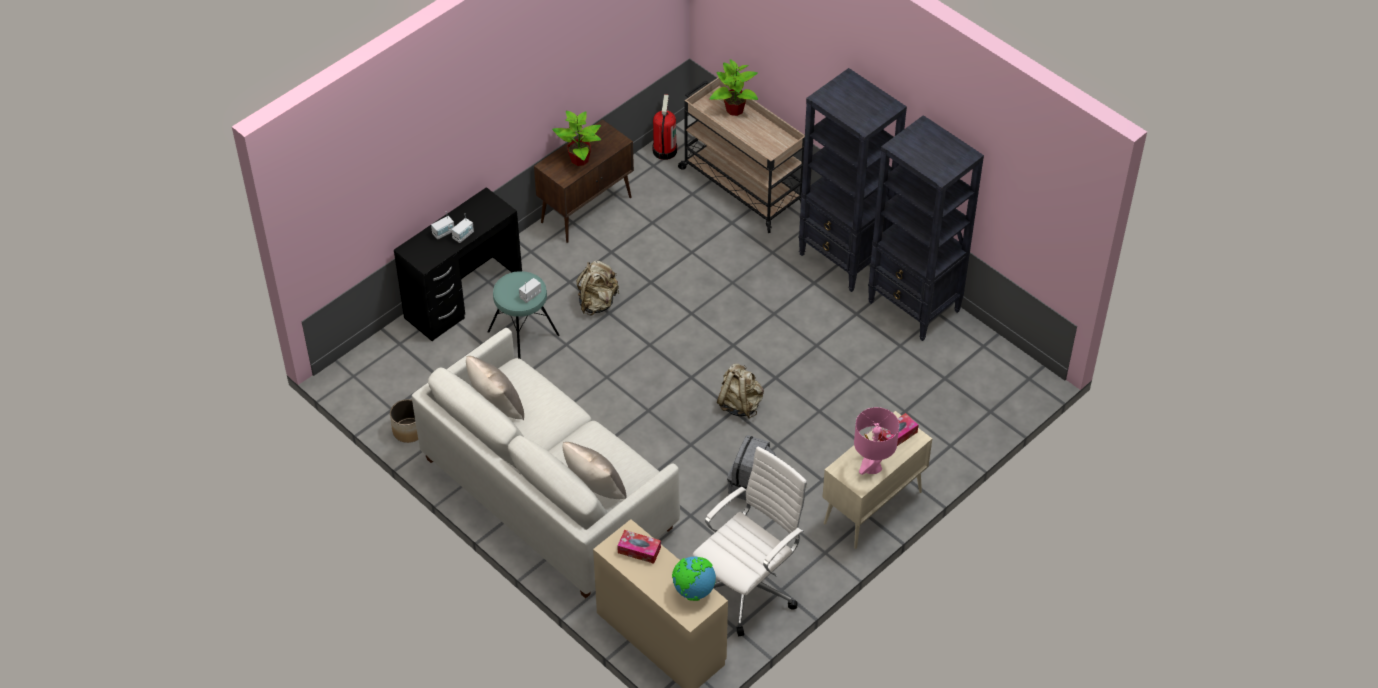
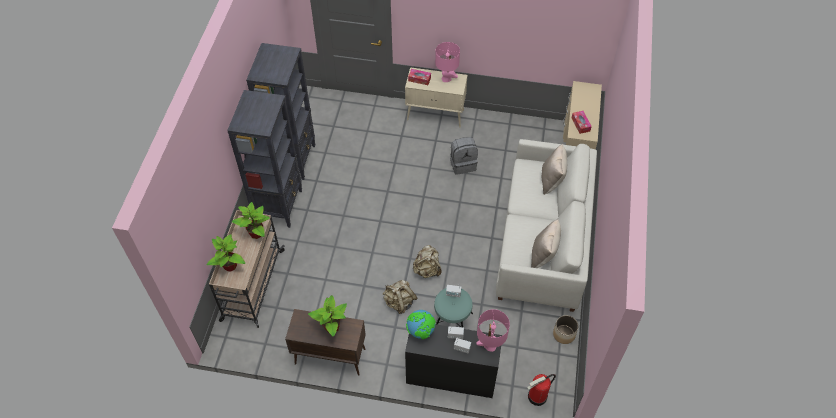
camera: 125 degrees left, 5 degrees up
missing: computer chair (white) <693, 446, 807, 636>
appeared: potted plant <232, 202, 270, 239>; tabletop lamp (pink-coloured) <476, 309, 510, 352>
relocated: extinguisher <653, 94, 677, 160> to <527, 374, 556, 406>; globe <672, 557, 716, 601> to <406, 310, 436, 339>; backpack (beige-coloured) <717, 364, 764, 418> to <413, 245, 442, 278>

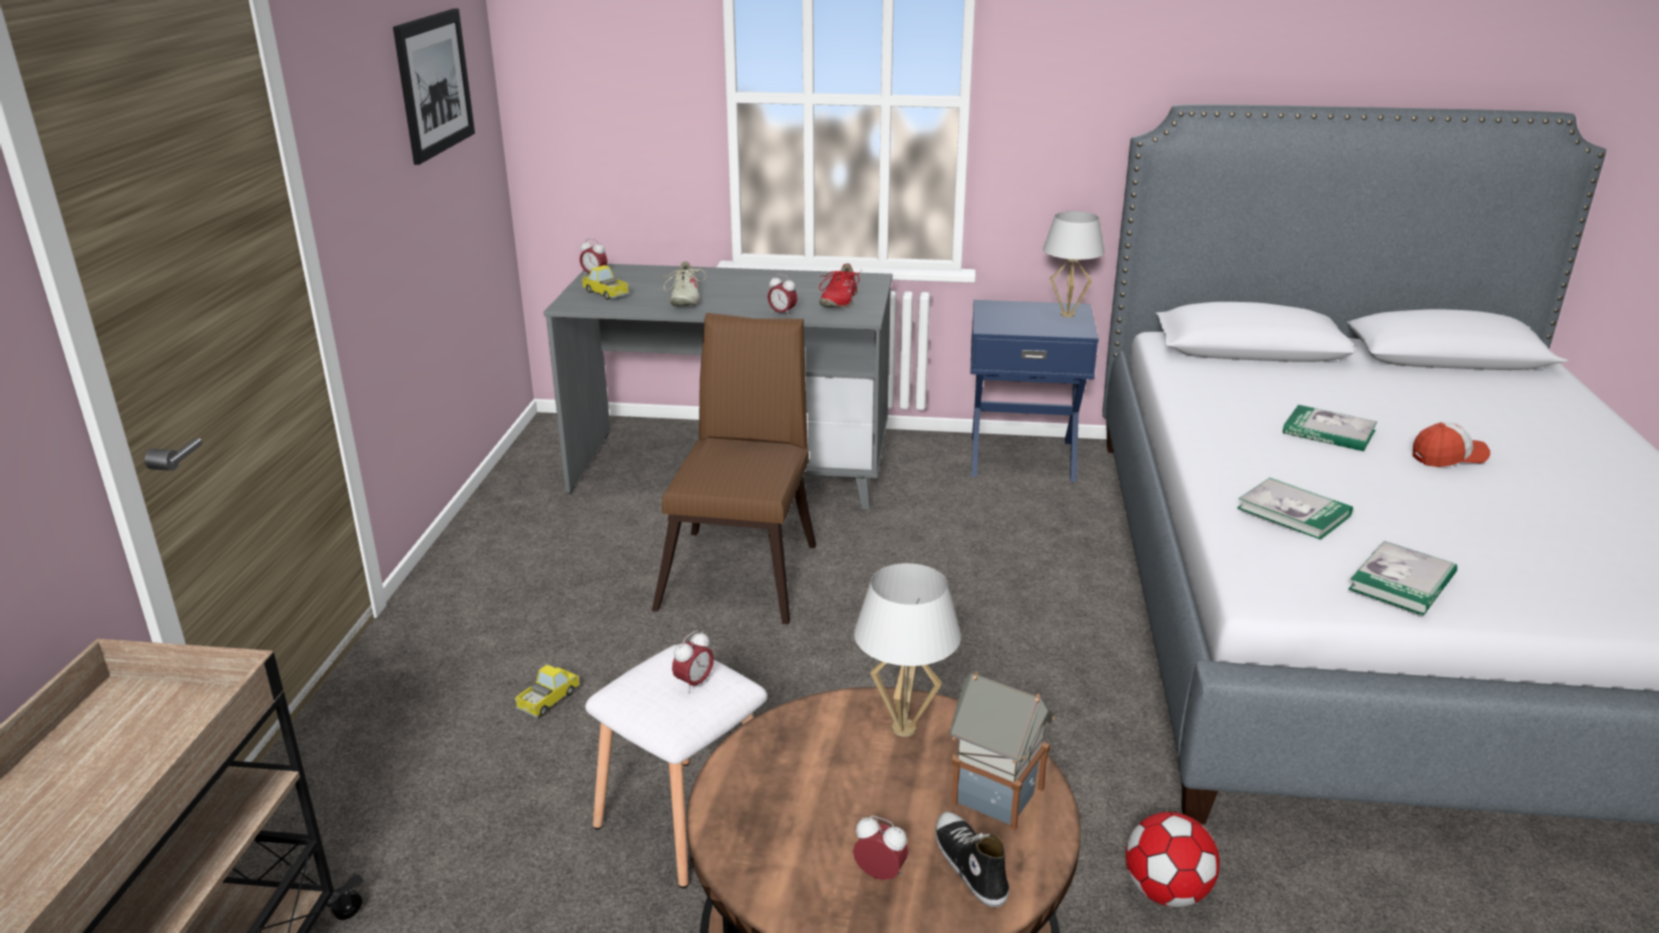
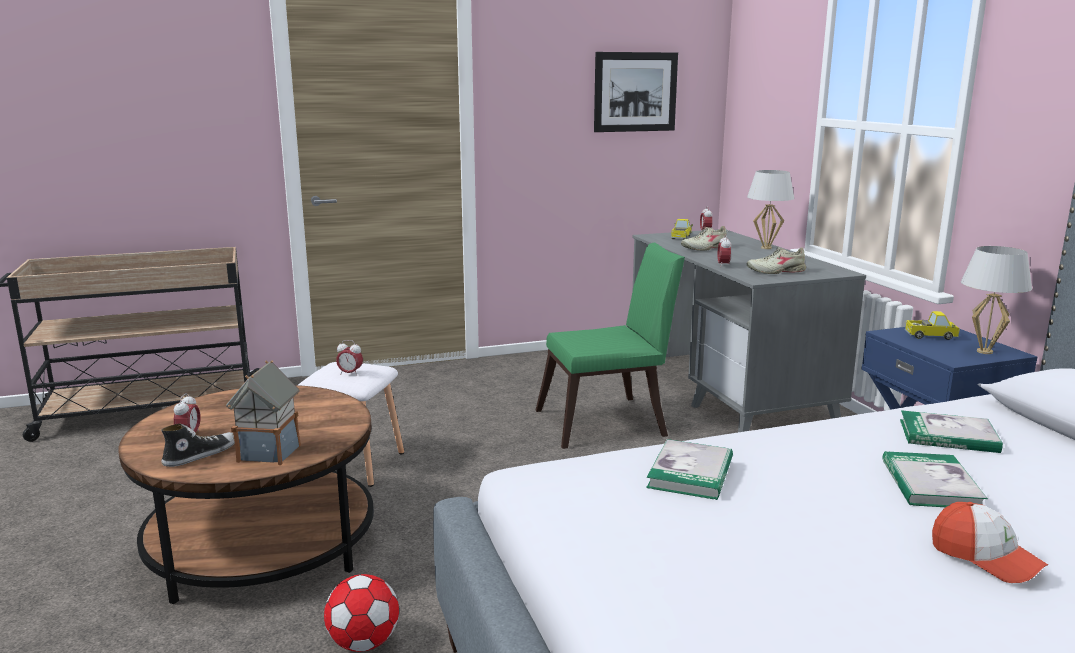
camera: 65 degrees right, 10 degrees down
relocated: toy lorry <515, 665, 580, 718> to <905, 311, 960, 340>; tabletop lamp (white) <854, 563, 961, 737> to <747, 170, 794, 249>; book <1349, 541, 1457, 615> to <900, 410, 1003, 453>
colour: chair (brown) <652, 313, 816, 624> to chair (green-coloured) <535, 243, 685, 449>; item of footwear (red-coloured) <819, 263, 862, 308> to item of footwear (beige-coloured) <746, 247, 806, 274>

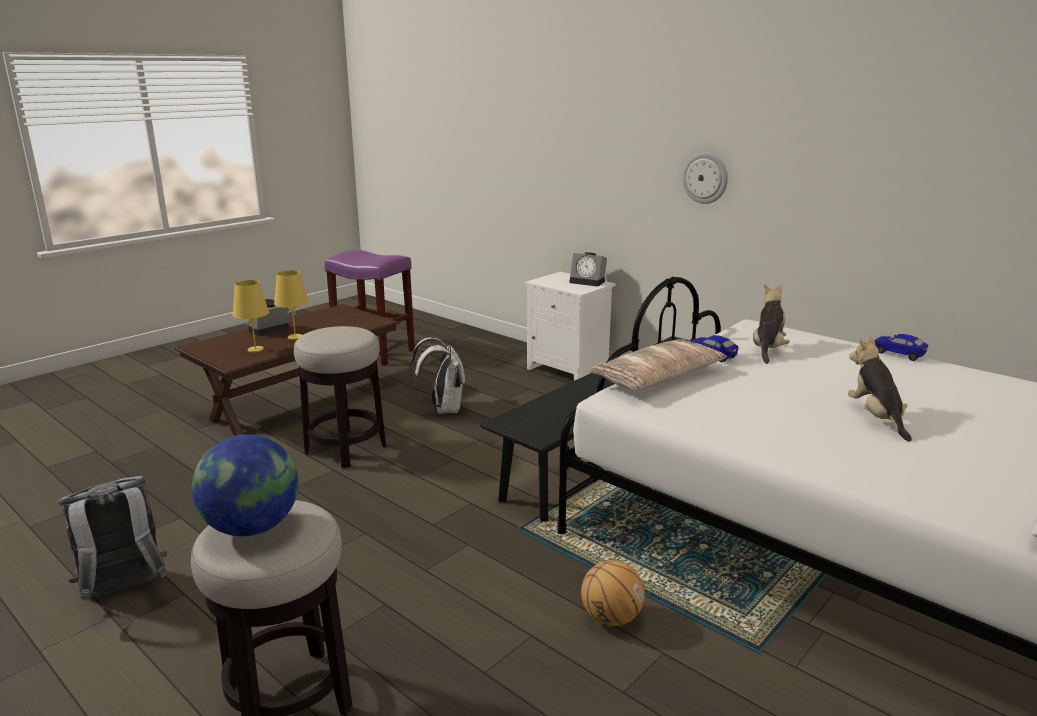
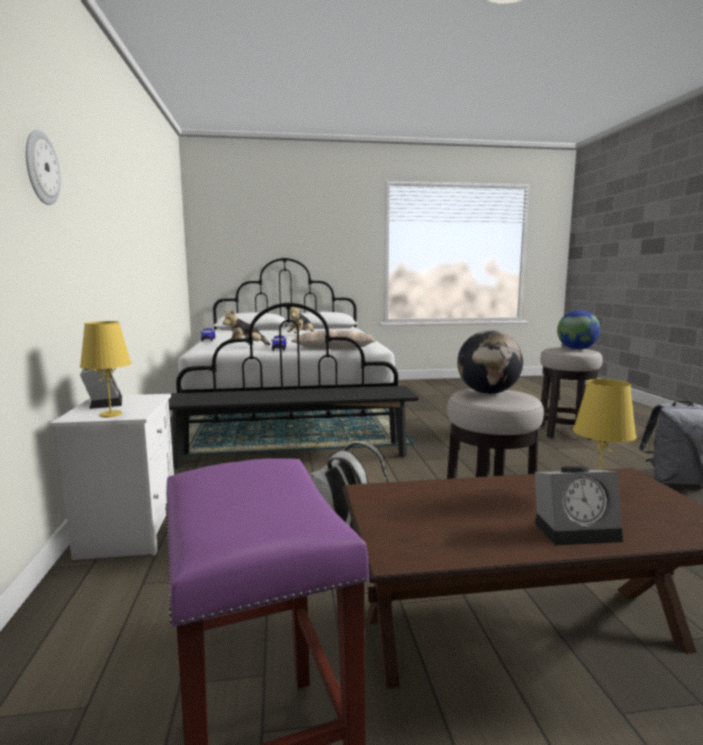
camera: 140 degrees left, 10 degrees down
missing: ball for basketball <581, 560, 645, 626>
appeared: globe <457, 330, 523, 394>
relocated: tabletop lamp (yellowish) <274, 270, 309, 340> to <80, 321, 132, 417>; wall clock <682, 152, 728, 204> to <26, 130, 60, 205>

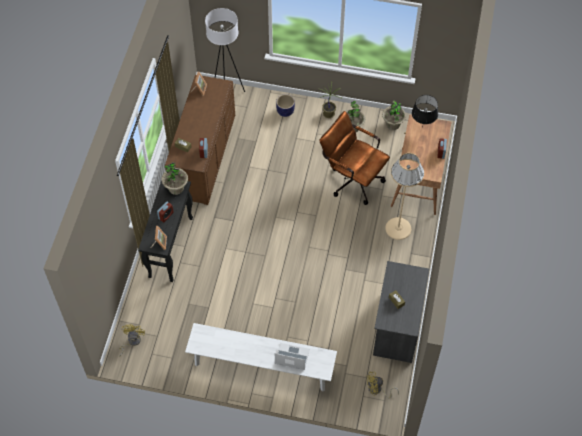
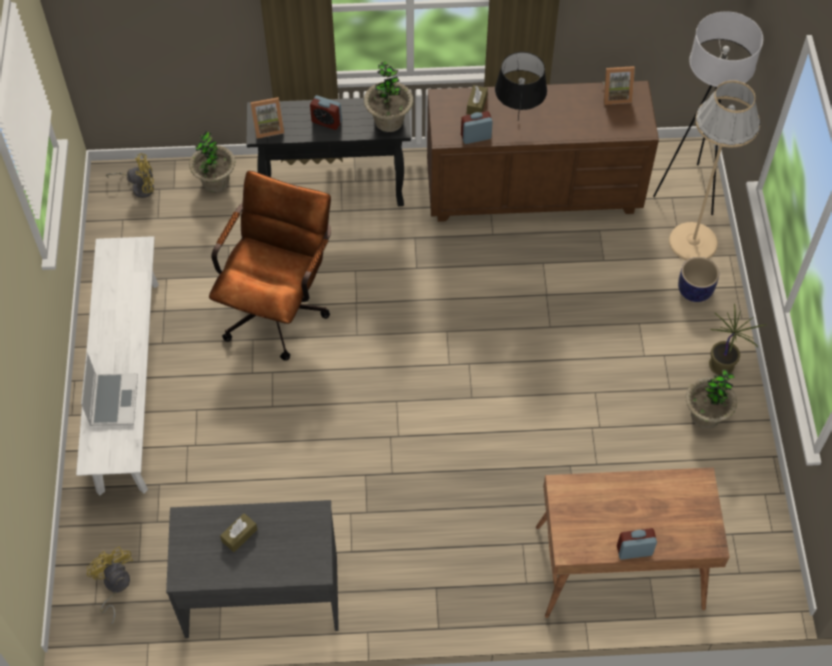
camera: 75 degrees right, 0 degrees up
relocated: computer chair (brown) <319, 111, 390, 205> to <209, 171, 331, 361>; potted plant <382, 100, 406, 130> to <189, 131, 235, 192>; standard lamp (beige-coloured) <385, 153, 424, 240> to <669, 80, 760, 261>; tabletop lamp (blackish) <412, 95, 438, 128> to <495, 52, 547, 121>

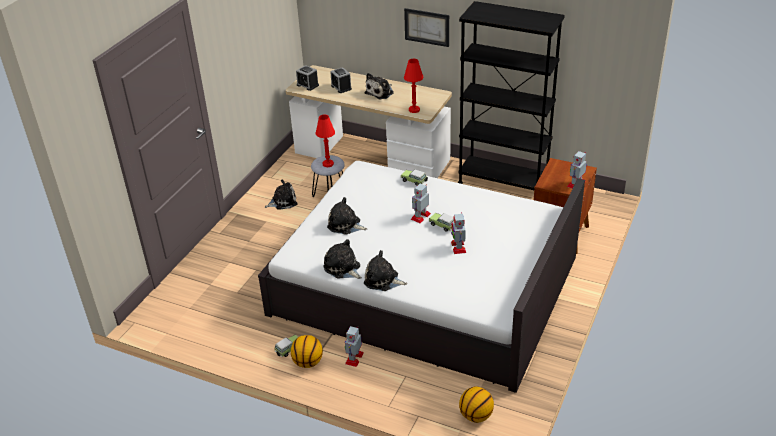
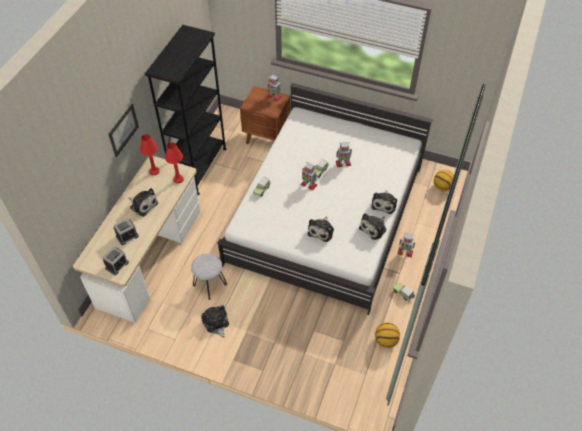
camera: 95 degrees left, 15 degrees up
relocated: ball for basketball <291, 335, 323, 368> to <375, 323, 400, 348>; tabletop lamp (red-coloured) <316, 115, 335, 167> to <140, 134, 159, 175>

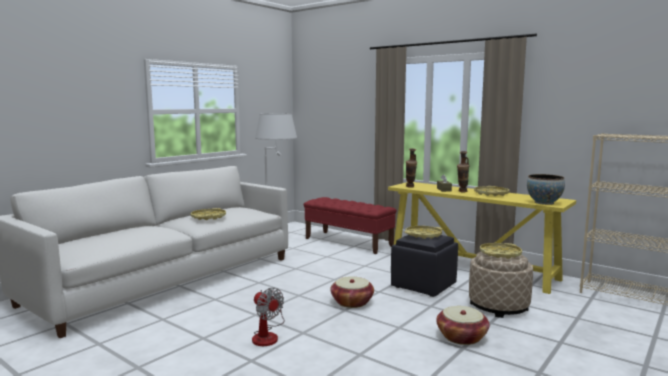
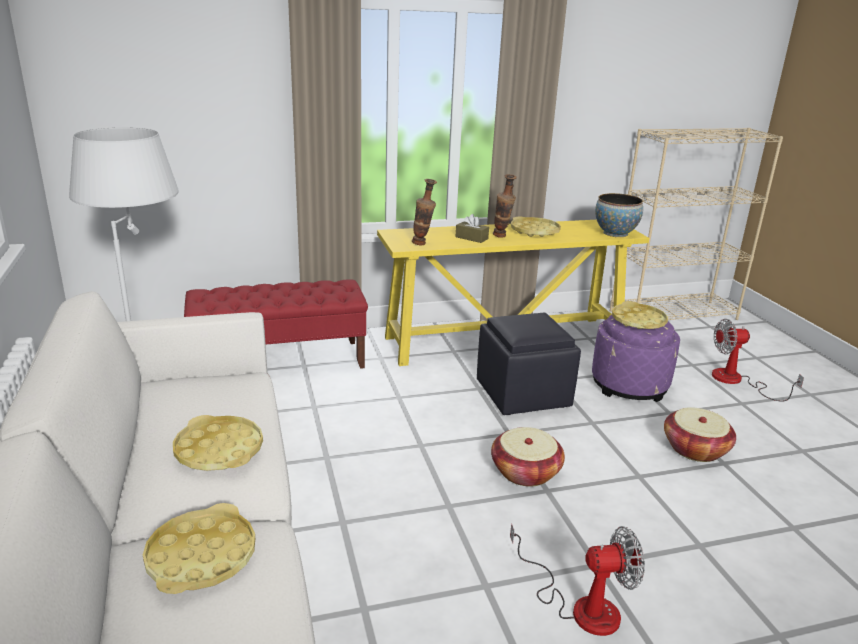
camera: 55 degrees left, 15 degrees up
appeared: cooling fan <712, 319, 804, 401>
relocated: tray (yellowish) <404, 226, 443, 239> to <143, 503, 255, 594>
colour: footrest (beige-coloured) <469, 252, 533, 318> to footrest (purple-coloured) <592, 315, 680, 402>

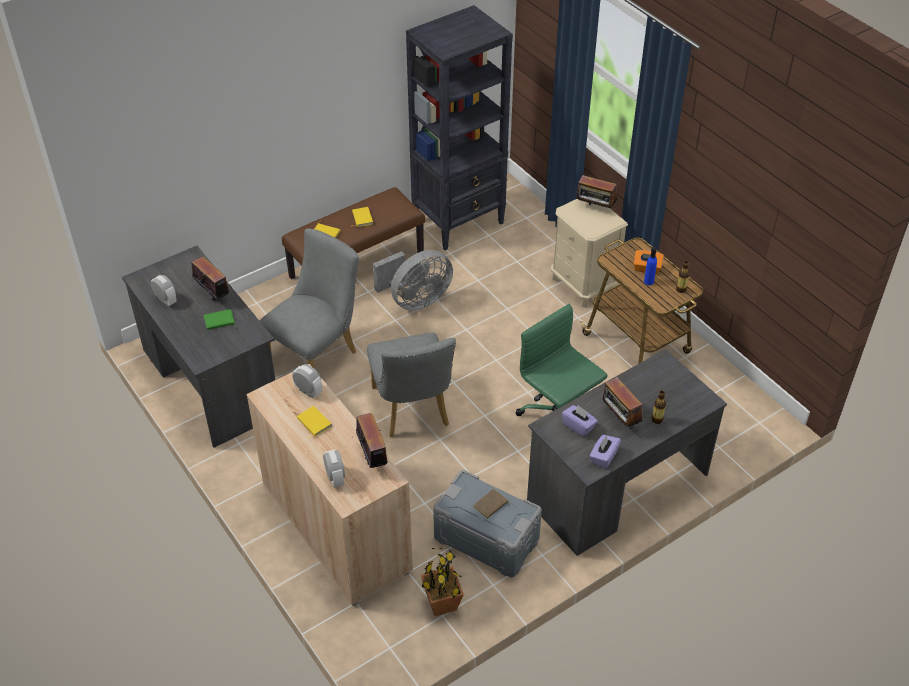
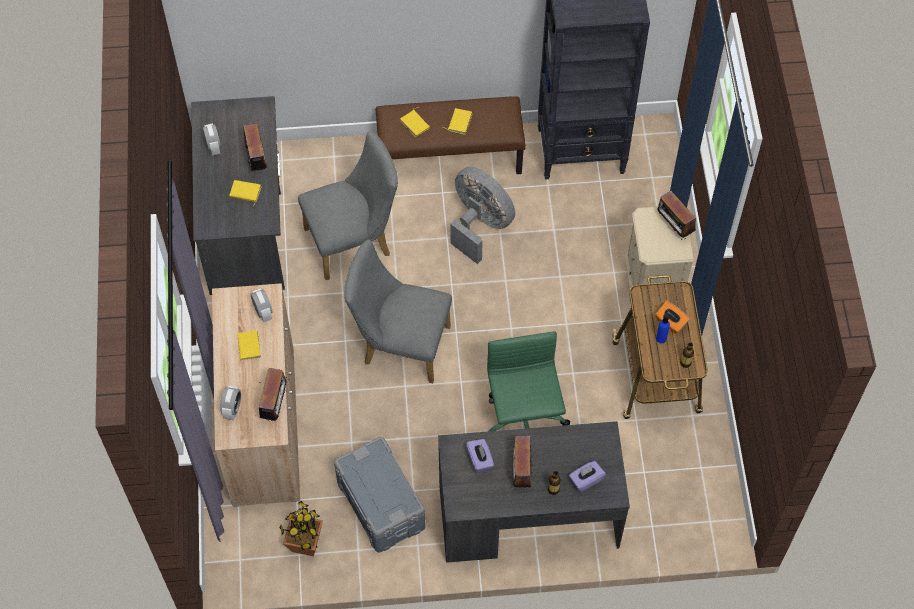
camera: 30 degrees right, 15 degrees up
missing: book (brown) <473, 488, 513, 519>
relocated: box of tissues (purple-coloured) <589, 435, 621, 469> to <569, 461, 606, 492>
colour: book (green-coloured) <203, 309, 236, 330> to book (yellowish) <229, 180, 261, 204>
spun: chair (greyish) <367, 332, 456, 437> = <344, 240, 452, 383> 90 degrees clockwise; cooling fan (greyish) <373, 250, 453, 311> = <450, 167, 515, 264> 135 degrees counterclockwise

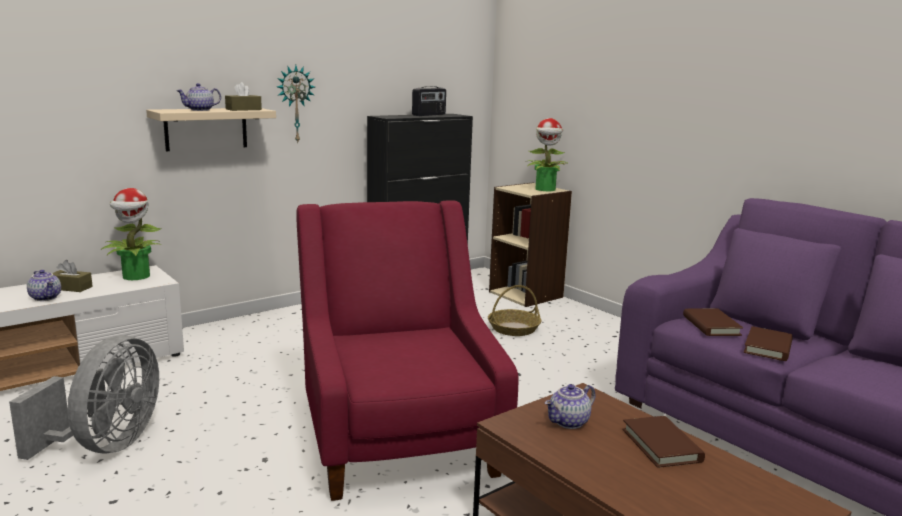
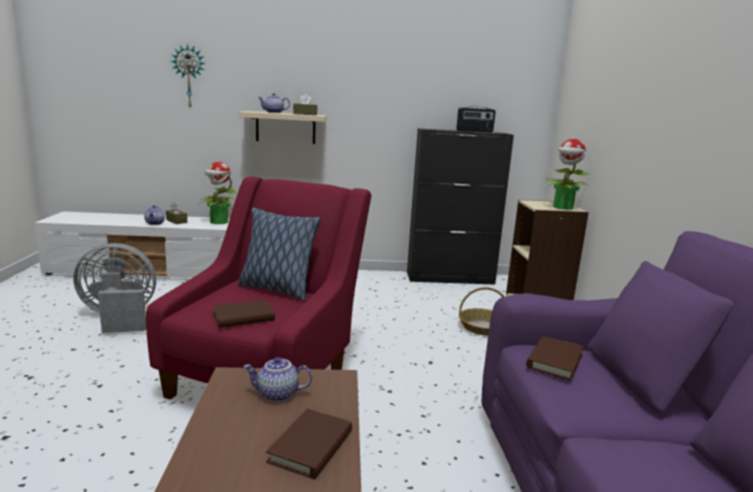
camera: 35 degrees right, 0 degrees up
appeared: throw pillow <238, 208, 321, 300>
relocated: wall clock <277, 65, 315, 144> to <171, 44, 206, 107>; book (brown) <744, 326, 793, 361> to <212, 300, 275, 328>
spun: cooling fan (greyish) <9, 335, 159, 460> = <73, 243, 156, 333> 150 degrees counterclockwise

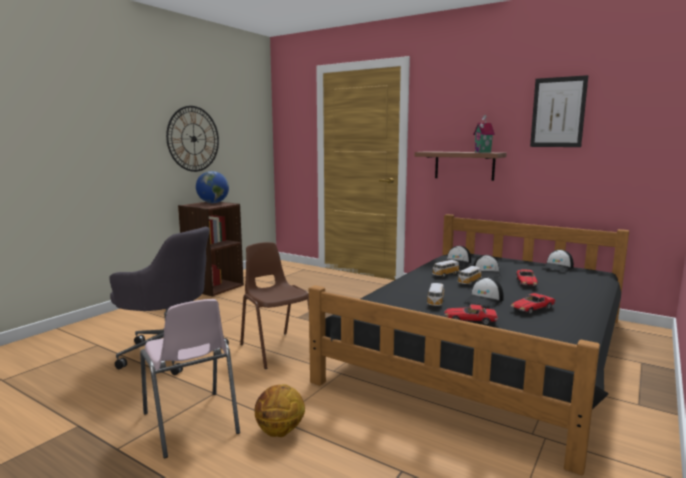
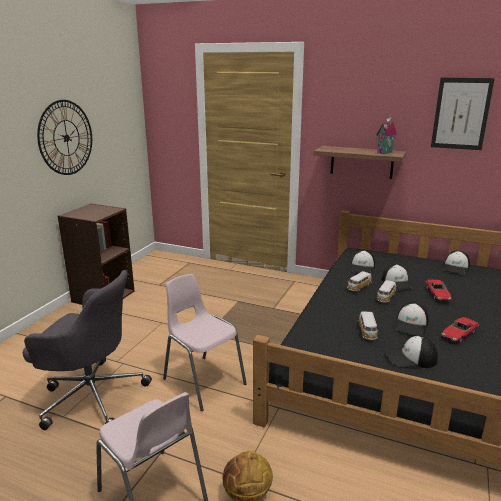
camera: 10 degrees left, 10 degrees up
missing: globe <196, 171, 229, 203>
exchanged: toy car <444, 304, 498, 325> to cap <385, 335, 438, 368>
colour: chair (brown) <240, 242, 309, 369> to chair (pink-coloured) <163, 274, 247, 411>

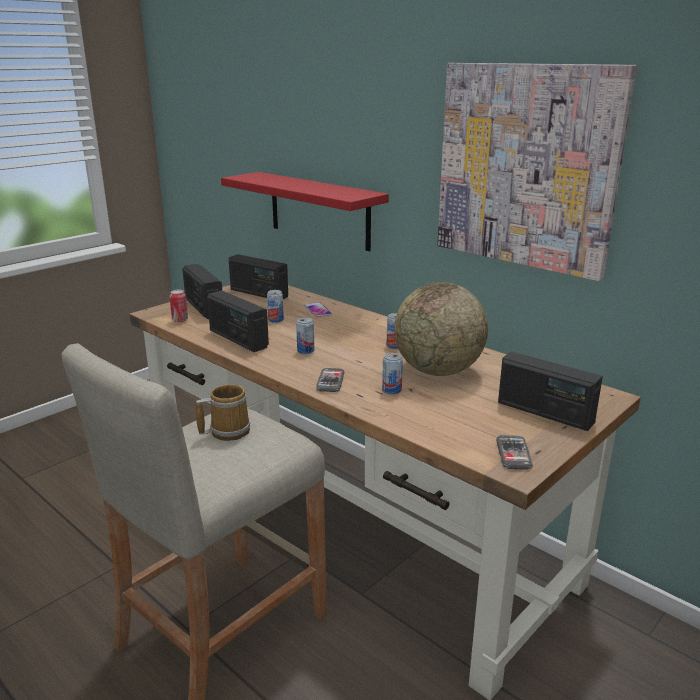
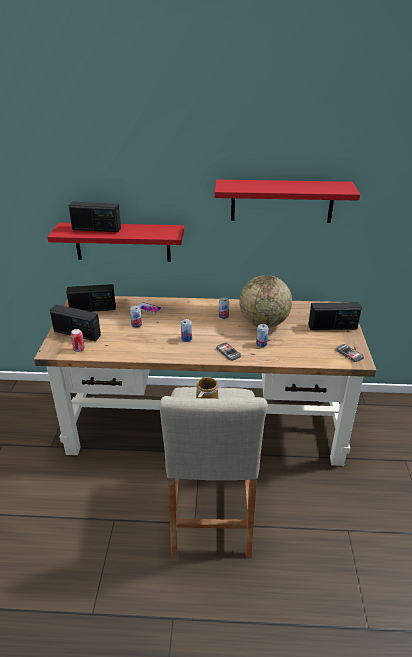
camera: 40 degrees left, 10 degrees up
relocated: radio <207, 290, 269, 352> to <69, 202, 121, 232>
exchanged: picture <437, 63, 637, 281> to shelf (red-coloured) <215, 180, 360, 223>

